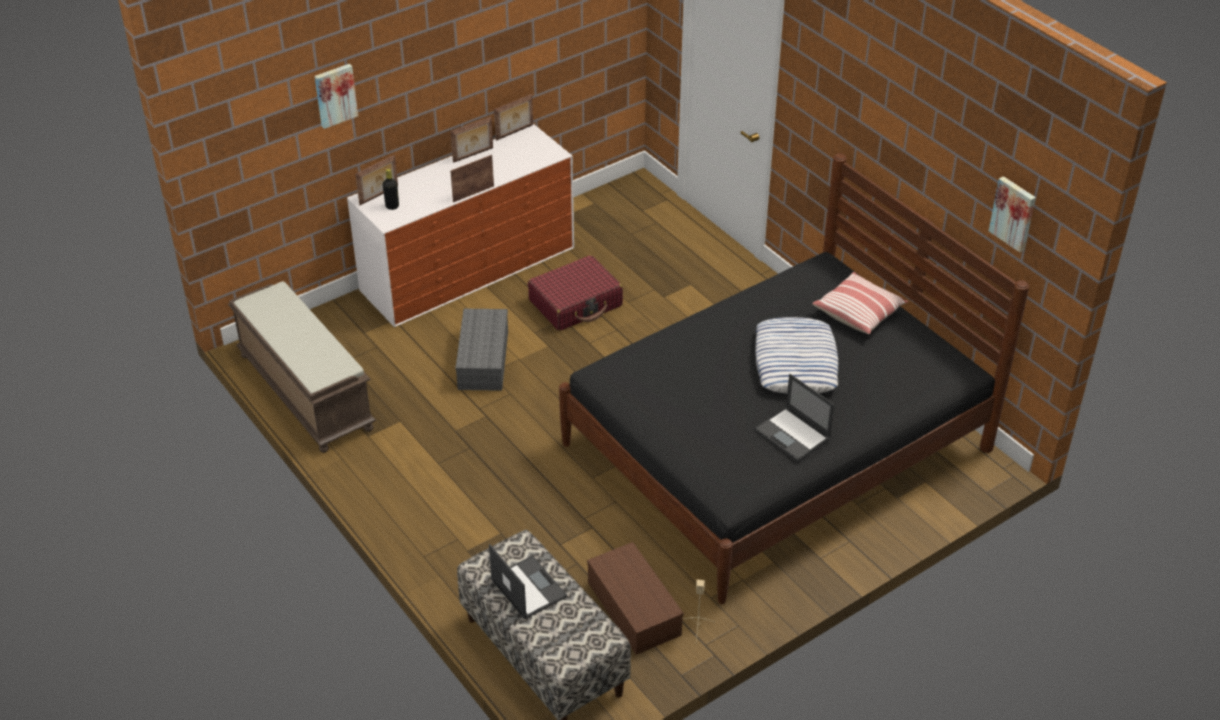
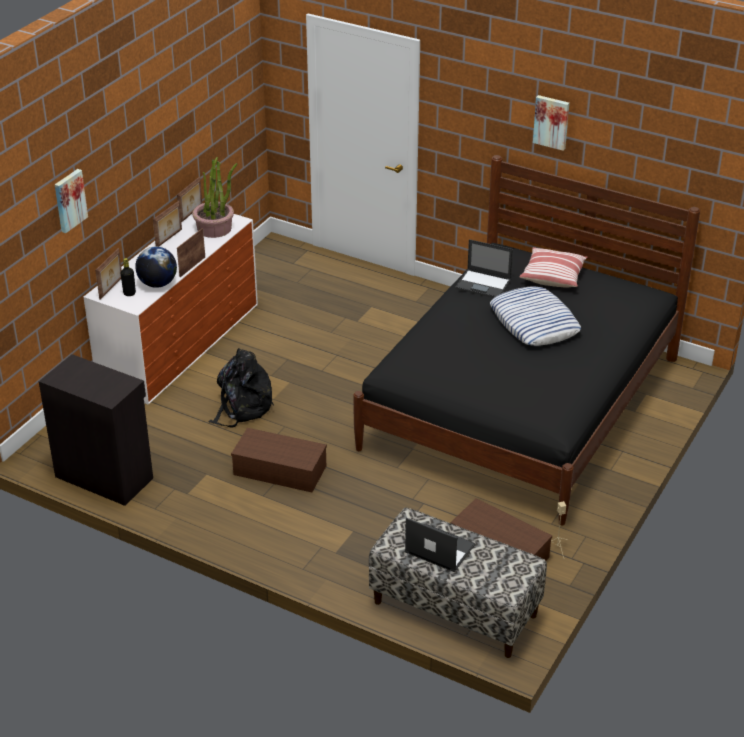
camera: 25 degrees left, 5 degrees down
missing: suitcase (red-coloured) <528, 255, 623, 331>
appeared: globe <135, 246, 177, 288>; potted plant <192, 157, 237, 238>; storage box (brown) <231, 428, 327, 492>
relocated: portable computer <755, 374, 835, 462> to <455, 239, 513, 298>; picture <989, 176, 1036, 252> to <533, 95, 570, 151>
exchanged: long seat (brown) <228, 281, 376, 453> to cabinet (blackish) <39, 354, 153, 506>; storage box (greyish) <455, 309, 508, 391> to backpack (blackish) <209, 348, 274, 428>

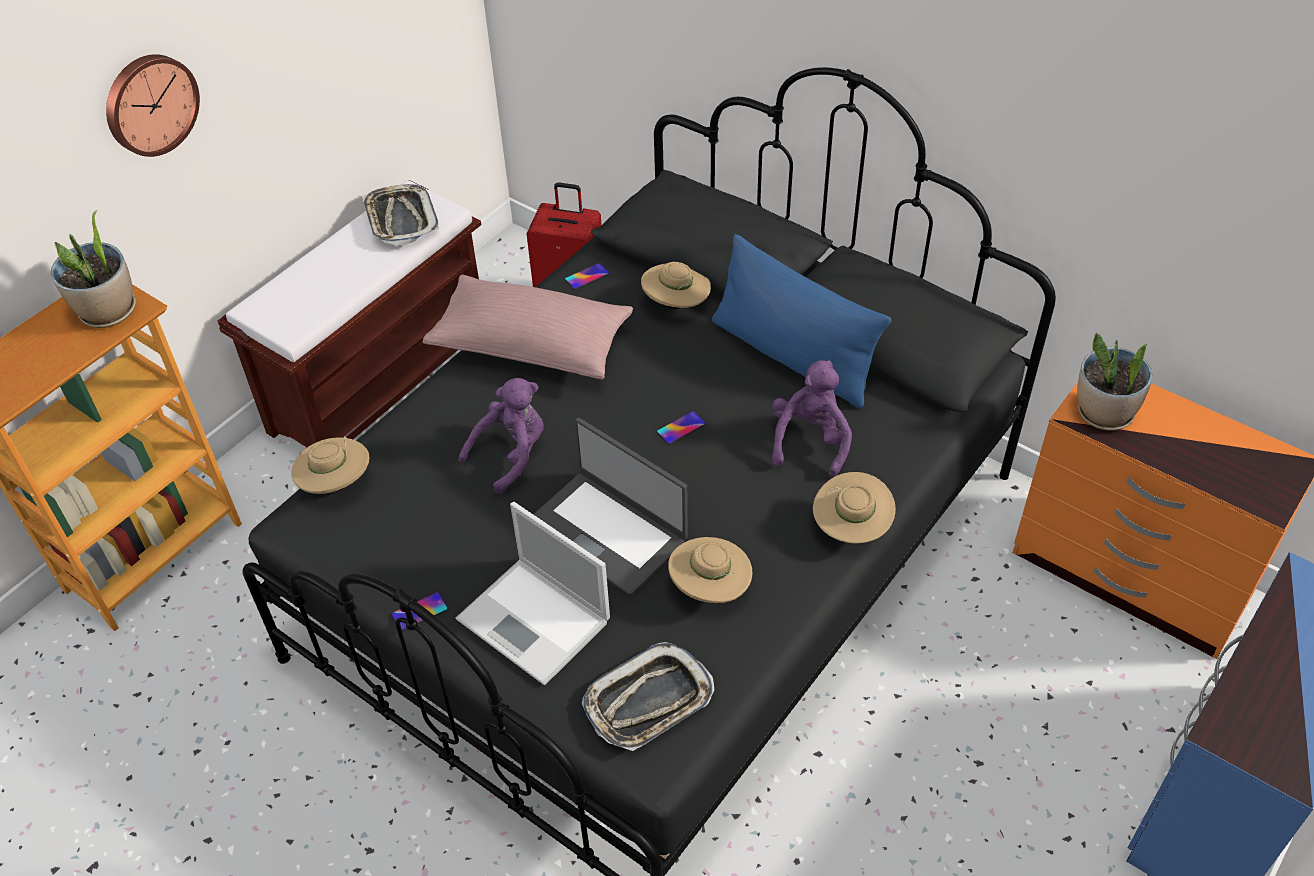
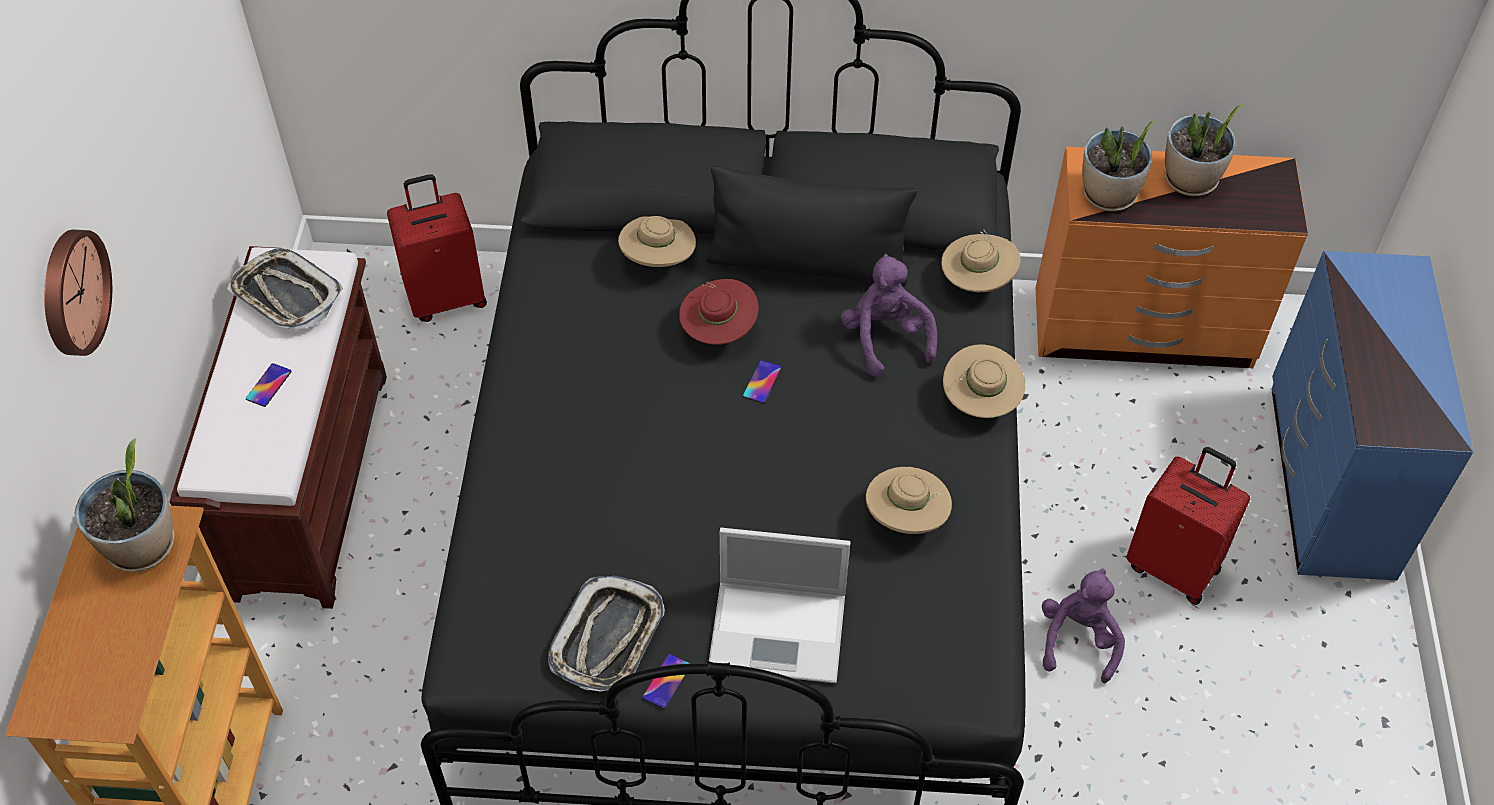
camera: 35 degrees left, 5 degrees up
missing: throw pillow (pink-coloured) <423, 274, 633, 380>; portable computer <533, 418, 688, 596>
appeared: clothing hat (red-coloured) <679, 279, 758, 345>; suitcase (red-coloured) <1126, 447, 1250, 605>; potted plant <1165, 105, 1244, 196>
relocated: clothing hat (beige-coloured) <291, 436, 370, 494> to <941, 230, 1020, 292>; cuddly toy (purple-coloured) <459, 378, 544, 494> to <1042, 568, 1125, 683>; phone <565, 263, 610, 290> to <246, 363, 292, 407>; tray <582, 642, 715, 751> to <548, 576, 665, 692>
colour: throw pillow (bluish) <712, 234, 892, 409> to throw pillow (blackish) <706, 166, 917, 287>

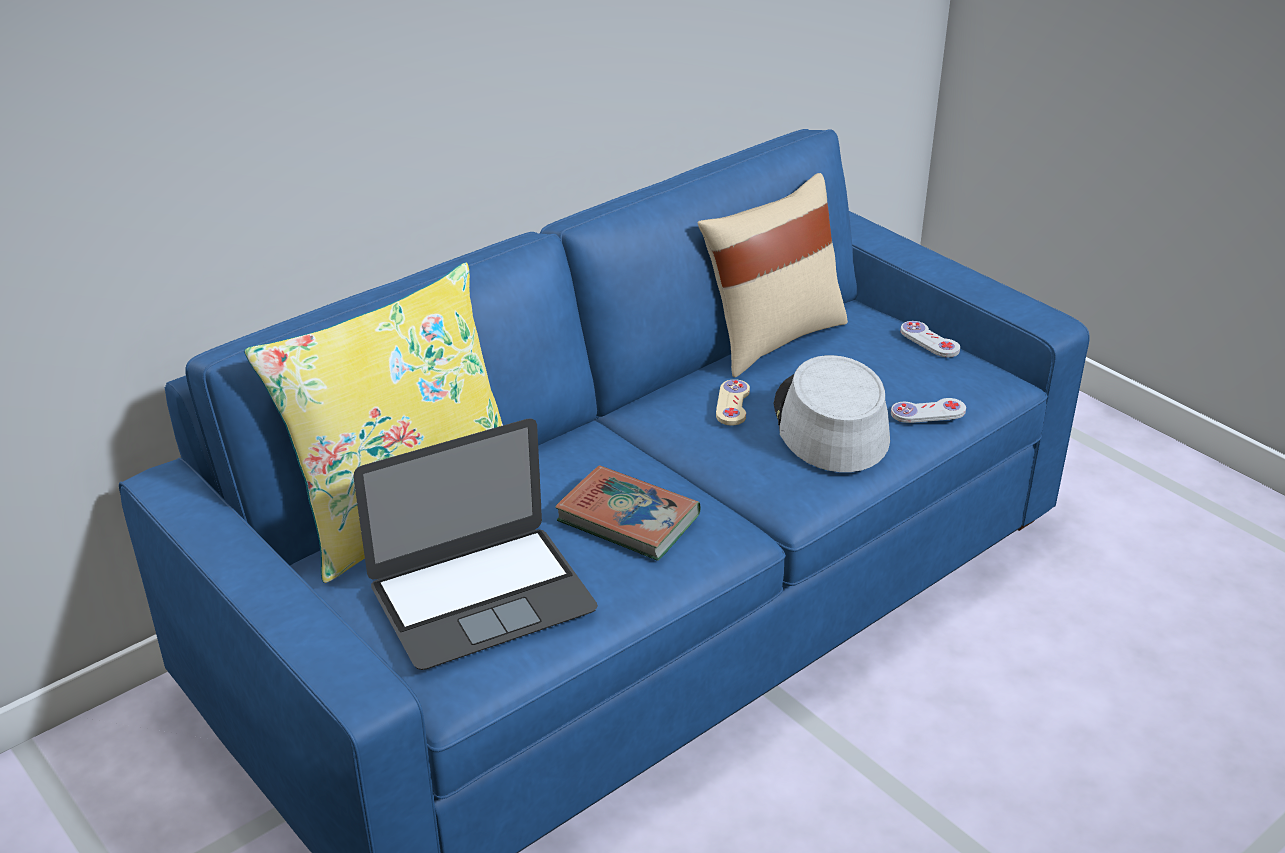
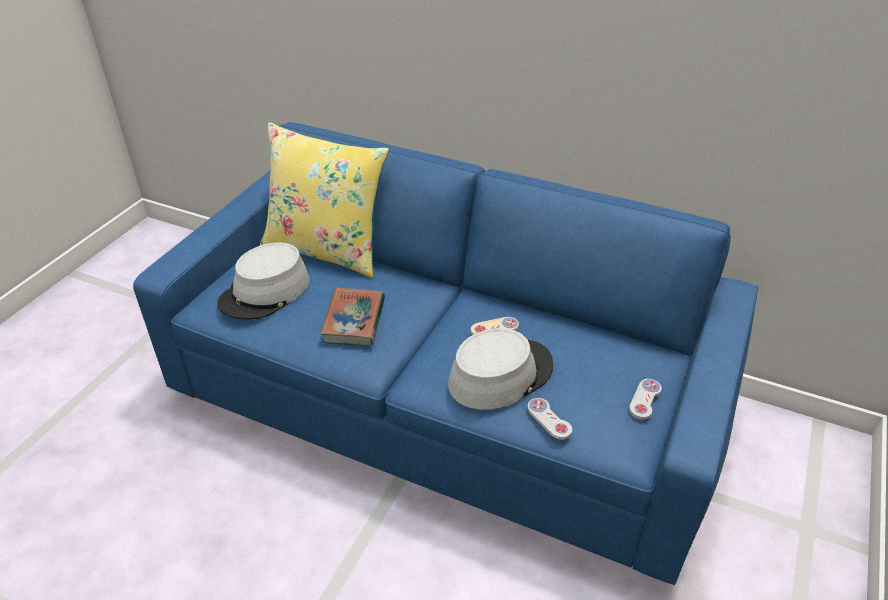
camera: 65 degrees right, 5 degrees up
missing: throw pillow (beige-coloured) <698, 173, 848, 377>
exchanged: portable computer <353, 418, 598, 670> to clothing hat (greyish) <217, 242, 309, 319>

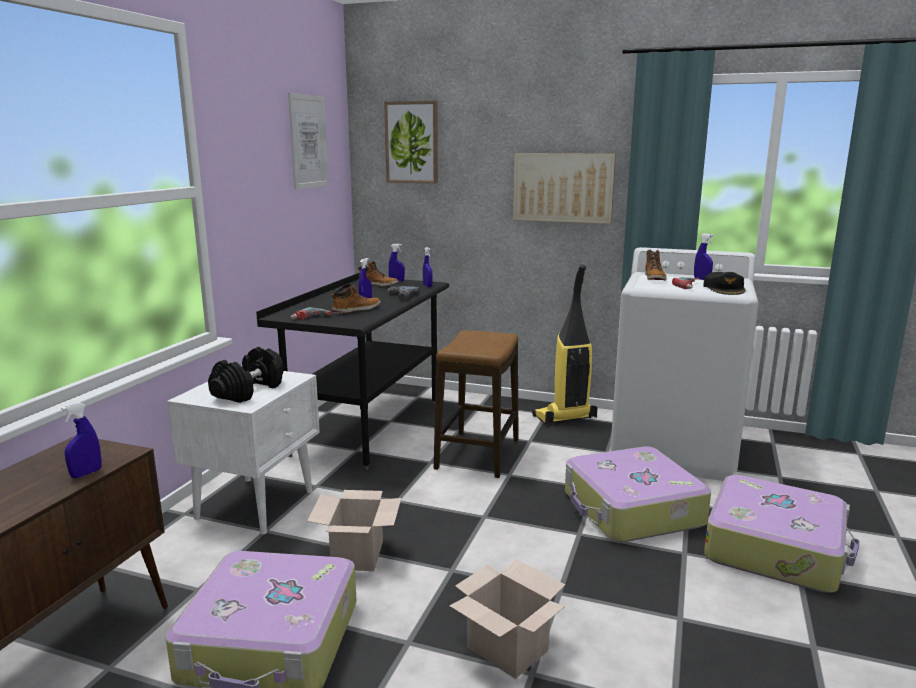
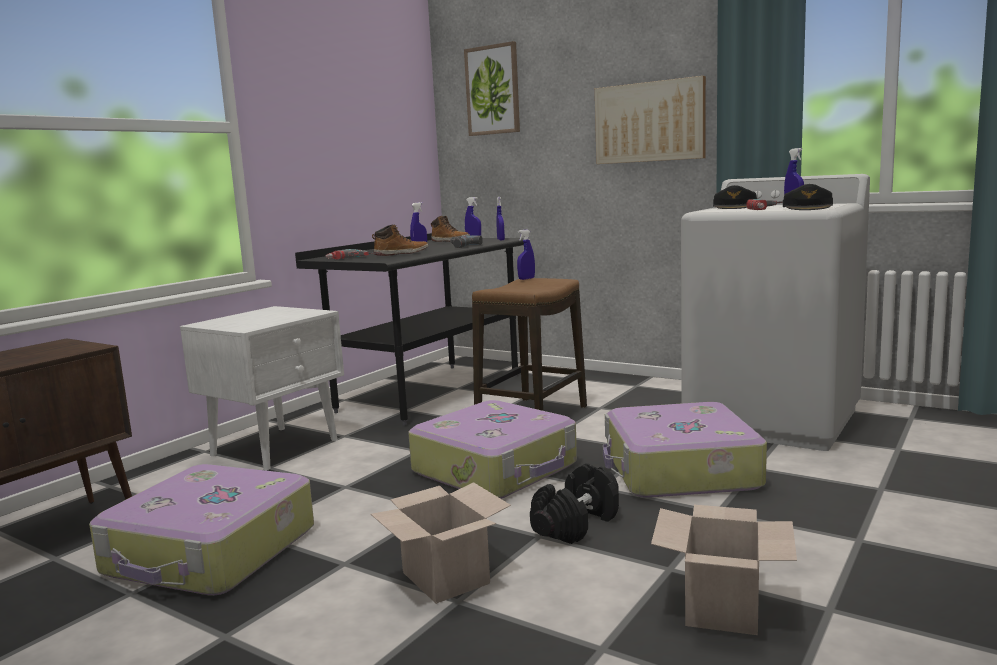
camera: 15 degrees right, 5 degrees down
missing: picture <288, 93, 329, 189>; vacuum <532, 265, 597, 425>
relocated: sprayer (bluish) <61, 402, 101, 478> to <517, 230, 535, 280>; hand weight (blackish) <208, 347, 284, 403> to <530, 463, 619, 544>; carton <307, 490, 401, 571> to <651, 505, 797, 635>; suitcase <704, 475, 860, 593> to <408, 400, 577, 499>
exchanged: boot <645, 250, 666, 281> to cap (blackish) <713, 185, 757, 209>

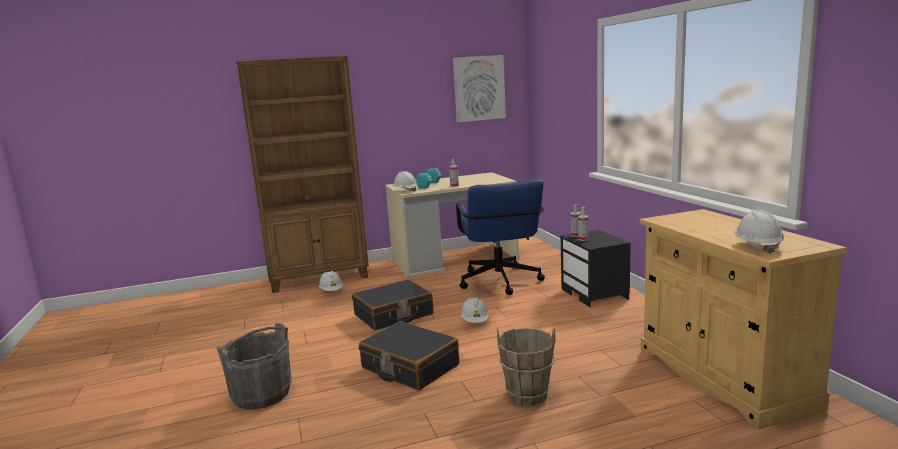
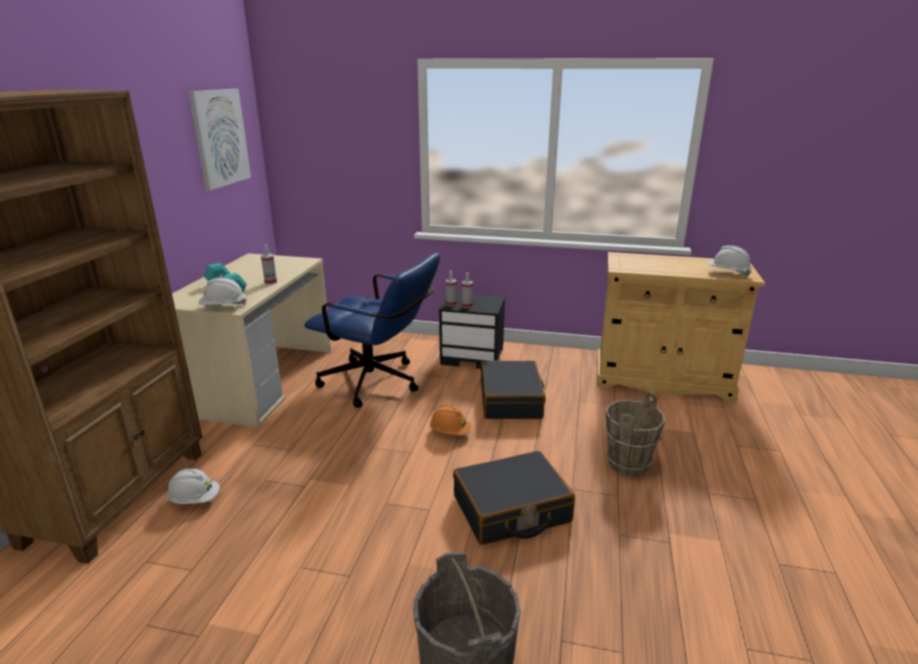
camera: 60 degrees left, 10 degrees up
relocated: suitcase (blackish) <352, 280, 434, 330> to <481, 360, 546, 419>
colour: safety helmet (white) <461, 298, 489, 323> to safety helmet (orange-coloured) <430, 405, 472, 435>

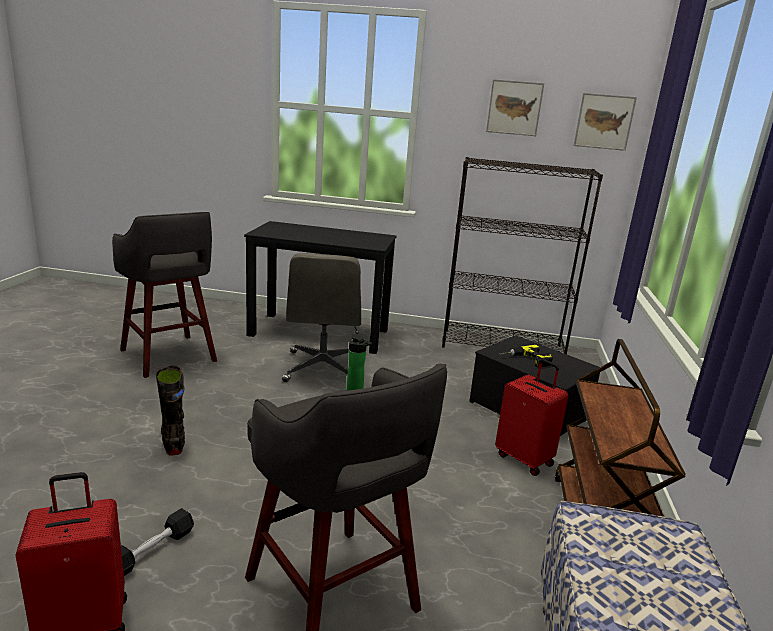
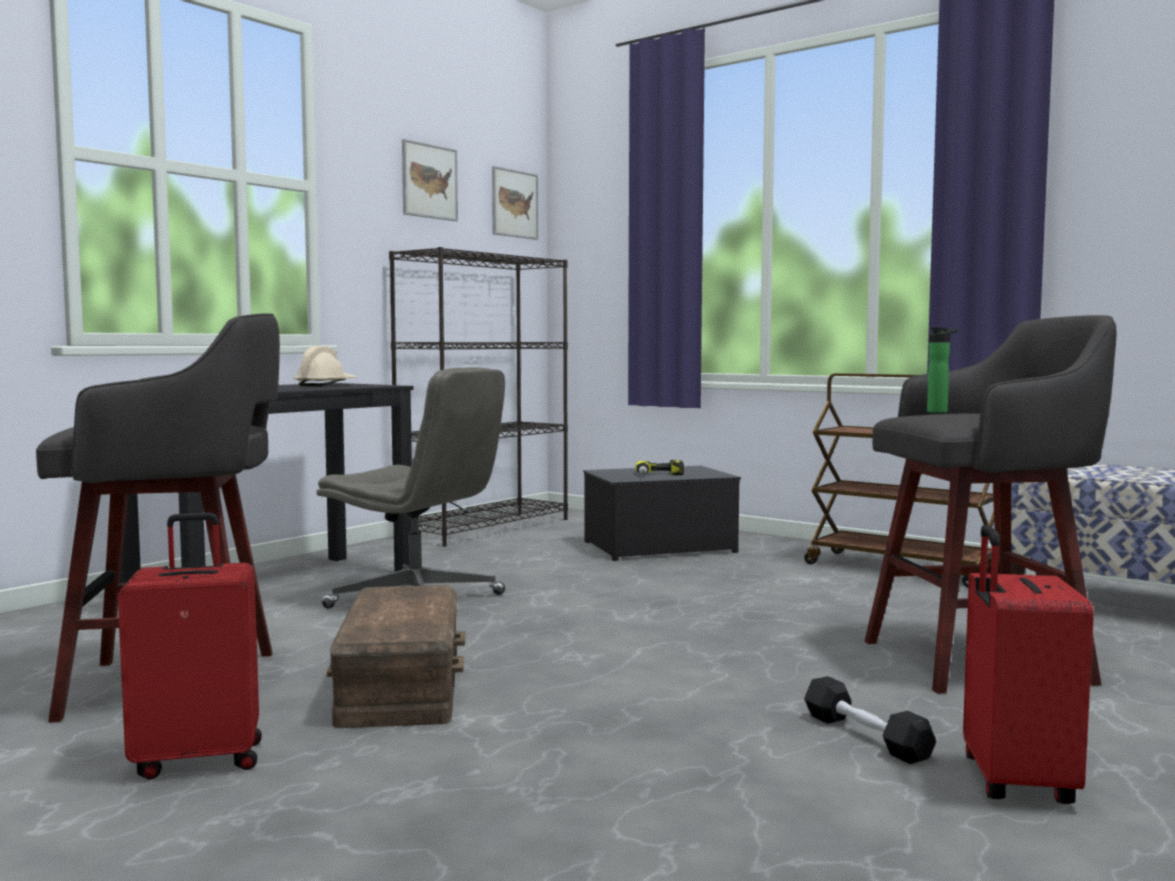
camera: 60 degrees left, 15 degrees down
missing: boot (blackish) <156, 365, 185, 456>
appeared: safety helmet (beige-coloured) <294, 346, 357, 386>; storage box (brown) <327, 585, 465, 728>
relocated: suitcase (red-coloured) <495, 359, 568, 476> to <118, 513, 262, 779>

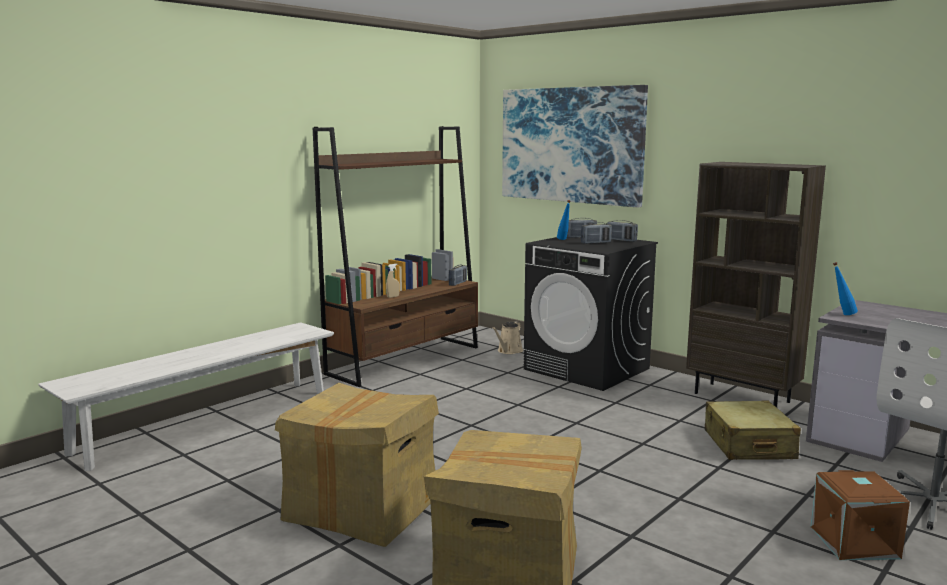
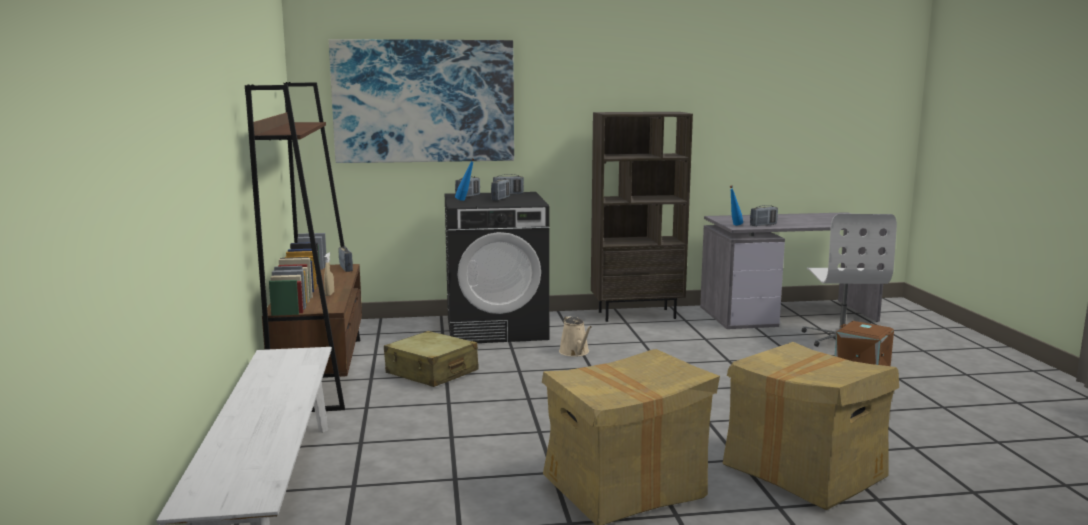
camera: 50 degrees left, 0 degrees up
appeared: radio <750, 205, 778, 226>
relocated: watering pot (beige-coloured) <492, 321, 523, 354> to <559, 316, 592, 357>; suitcase (beige-coloured) <705, 401, 801, 460> to <384, 331, 479, 387>

